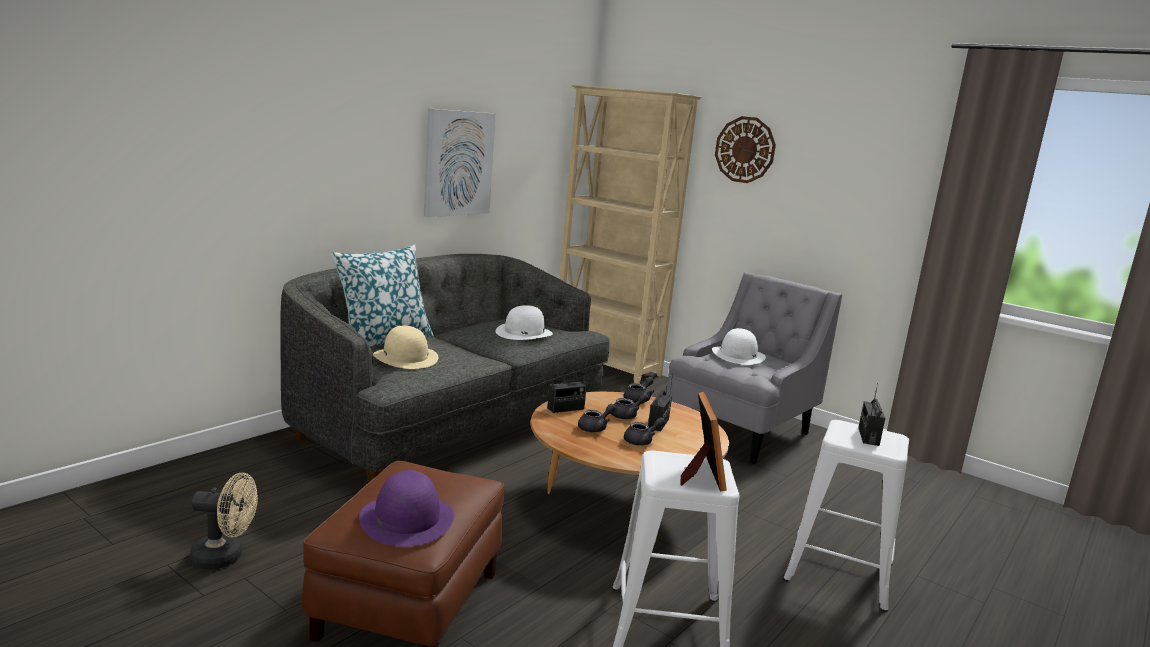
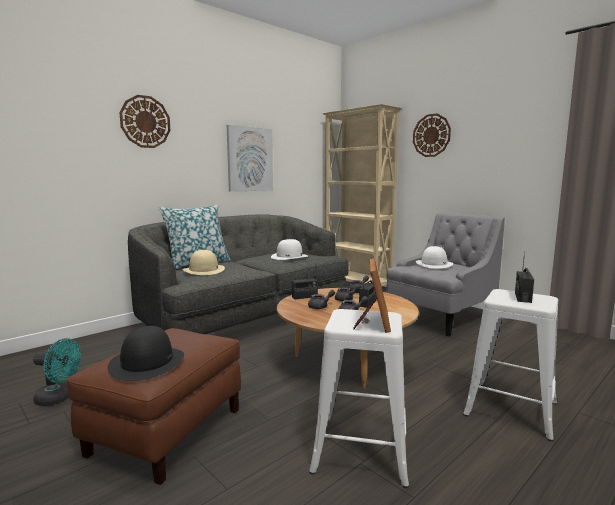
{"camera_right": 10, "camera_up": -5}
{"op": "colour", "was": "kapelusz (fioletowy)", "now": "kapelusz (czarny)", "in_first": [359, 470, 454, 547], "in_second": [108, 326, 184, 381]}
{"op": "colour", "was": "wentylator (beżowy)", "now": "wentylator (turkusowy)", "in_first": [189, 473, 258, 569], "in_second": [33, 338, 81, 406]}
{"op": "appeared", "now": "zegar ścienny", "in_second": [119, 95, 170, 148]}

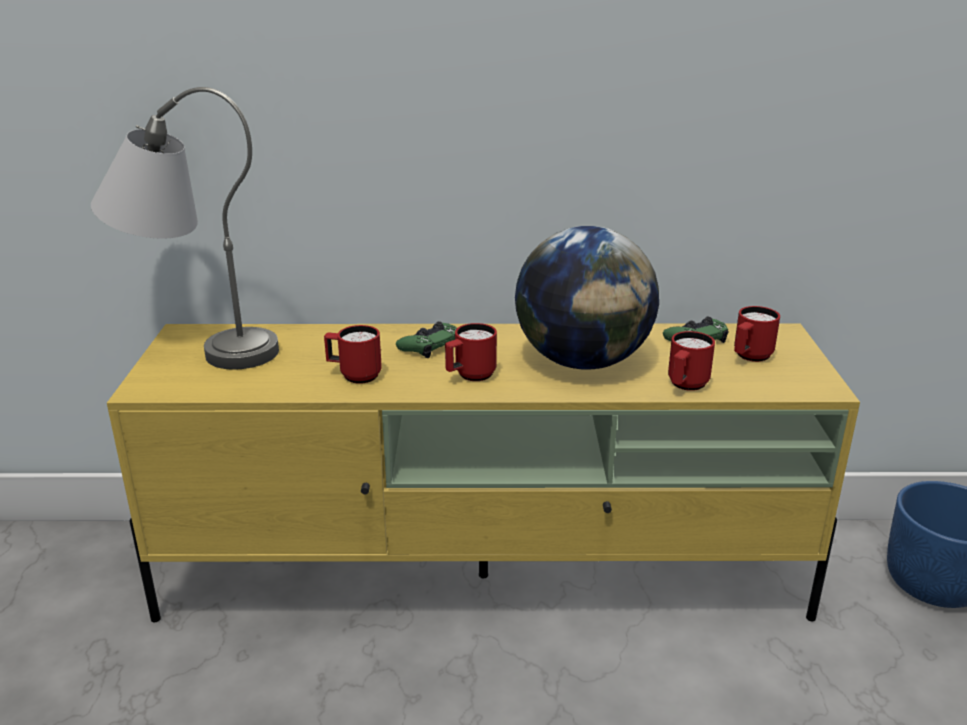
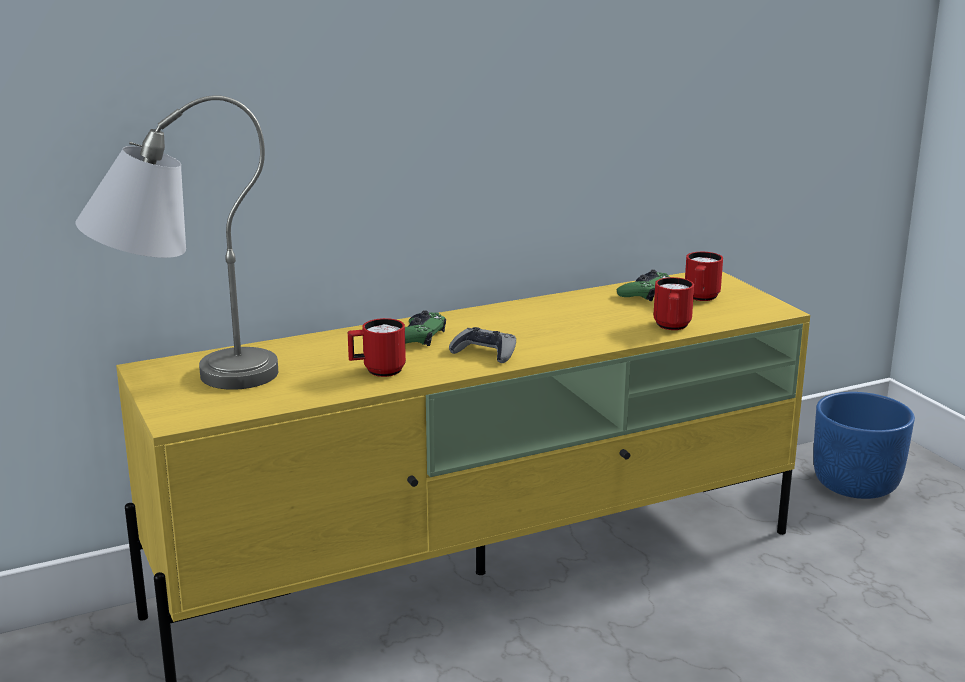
{"camera_right": -25, "camera_up": -5}
{"op": "missing", "was": "globus", "in_first": [515, 226, 659, 370]}
{"op": "exchanged", "was": "kubek (czerwony)", "now": "pad do gier (szary)", "in_first": [445, 323, 497, 381], "in_second": [449, 327, 516, 363]}

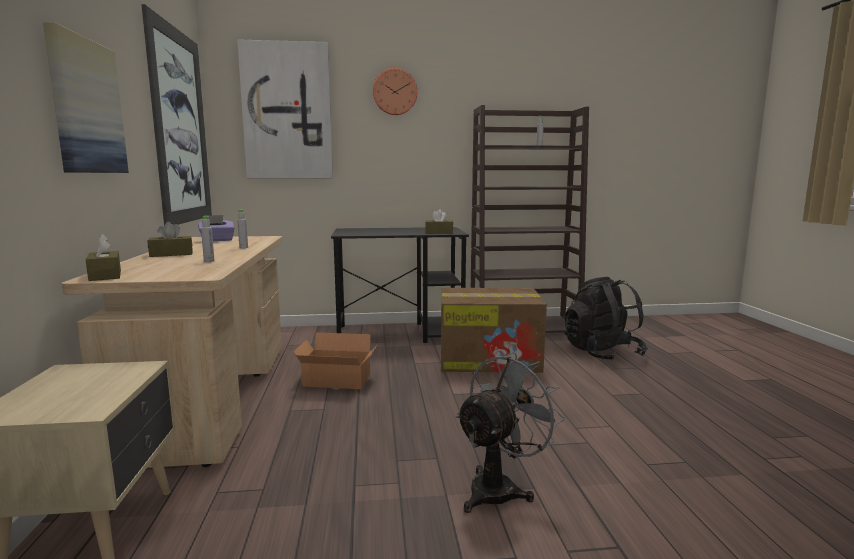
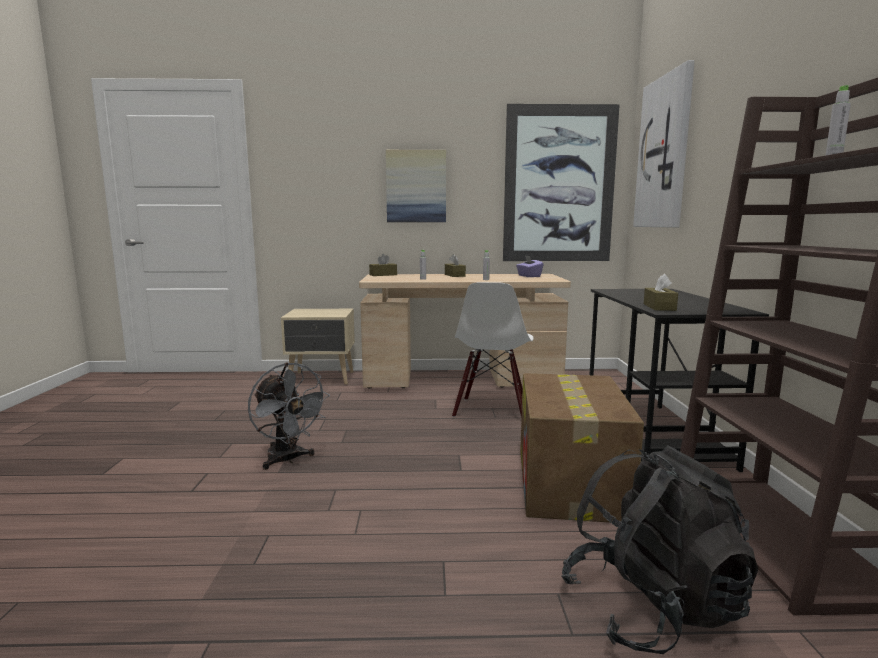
{"camera_right": 95, "camera_up": 0}
{"op": "missing", "was": "zegar ścienny", "in_first": [373, 68, 417, 115]}
{"op": "exchanged", "was": "karton", "now": "krzesło (biały)", "in_first": [293, 332, 379, 389], "in_second": [452, 282, 534, 418]}

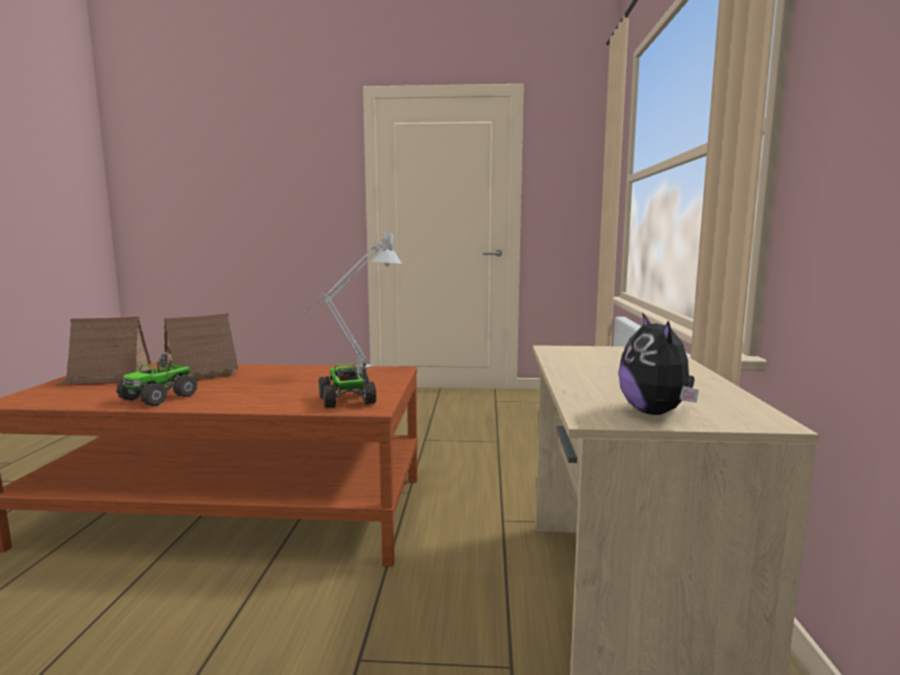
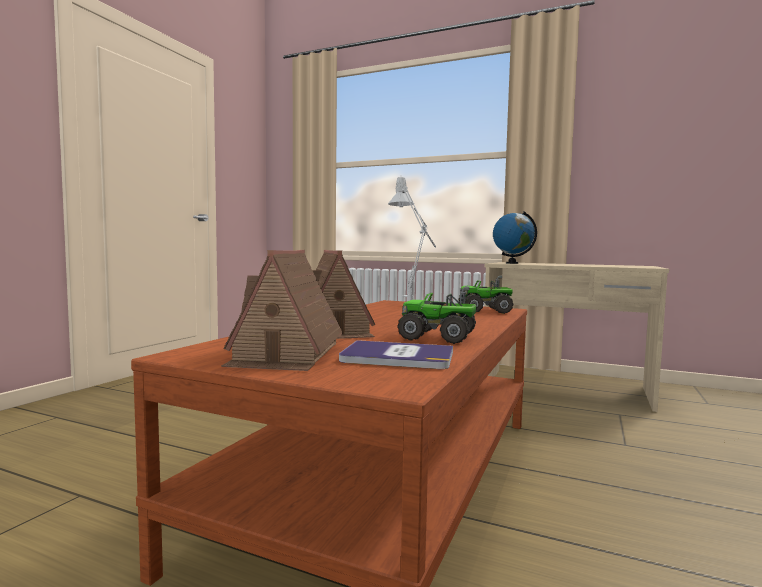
{"camera_right": -70, "camera_up": -5}
{"op": "missing", "was": "pluszak", "in_first": [618, 312, 699, 415]}
{"op": "spun", "was": "ciężarówka zabawkowa", "in_first": [116, 352, 197, 406], "in_second": [397, 286, 476, 344], "clockwise": 150}
{"op": "appeared", "now": "globus", "in_second": [493, 211, 537, 264]}
{"op": "appeared", "now": "książka", "in_second": [339, 340, 453, 369]}

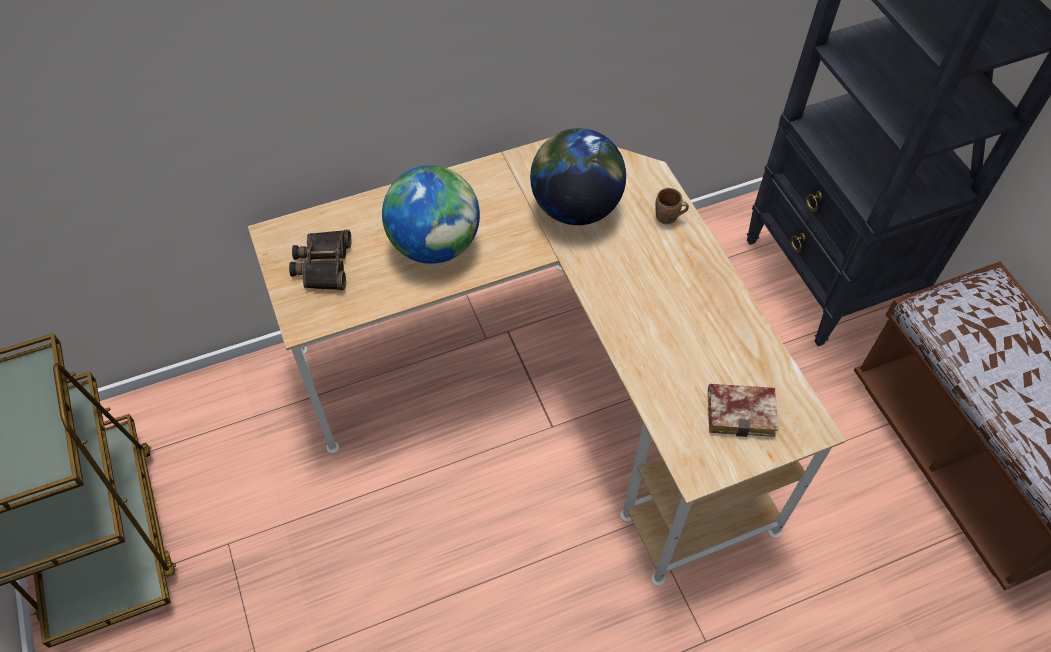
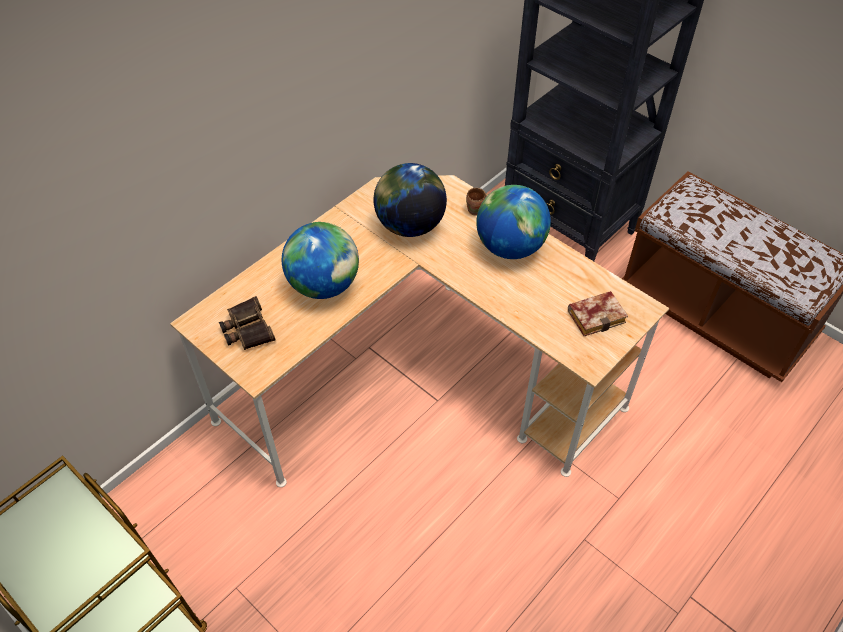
{"camera_right": -25, "camera_up": -5}
{"op": "appeared", "now": "globus", "in_second": [476, 185, 551, 259]}

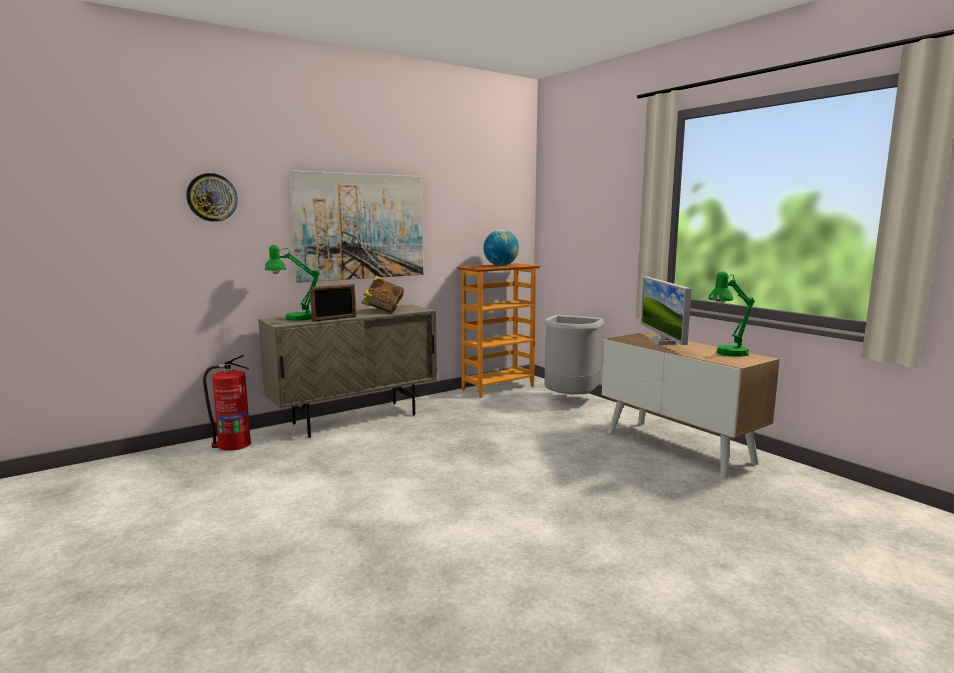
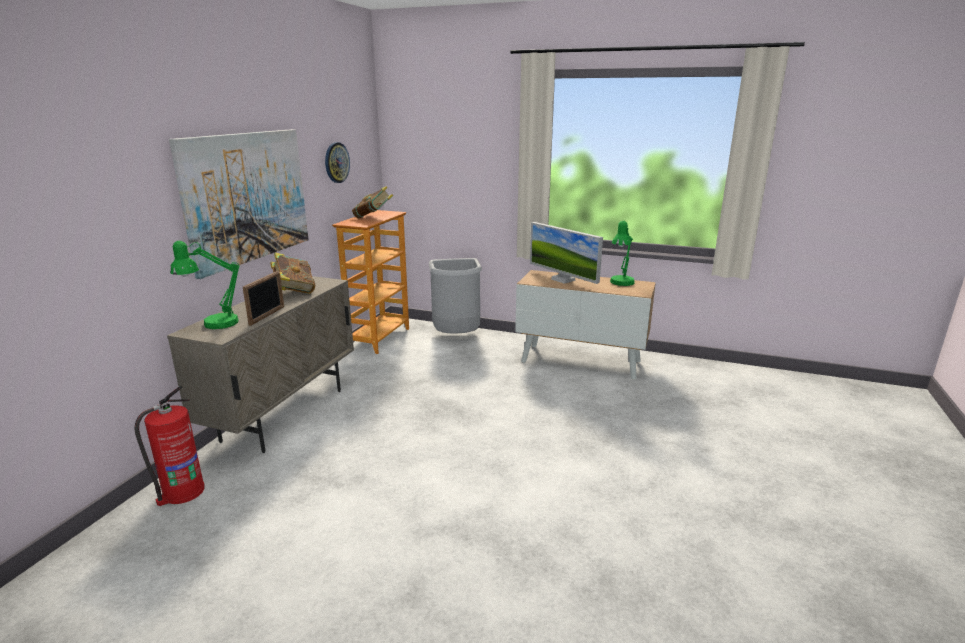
{"camera_right": -35, "camera_up": 10}
{"op": "relocated", "was": "zegar ścienny", "in_first": [186, 173, 238, 222], "in_second": [325, 142, 350, 183]}
{"op": "exchanged", "was": "globus", "now": "książka", "in_first": [483, 230, 519, 266], "in_second": [352, 186, 393, 218]}

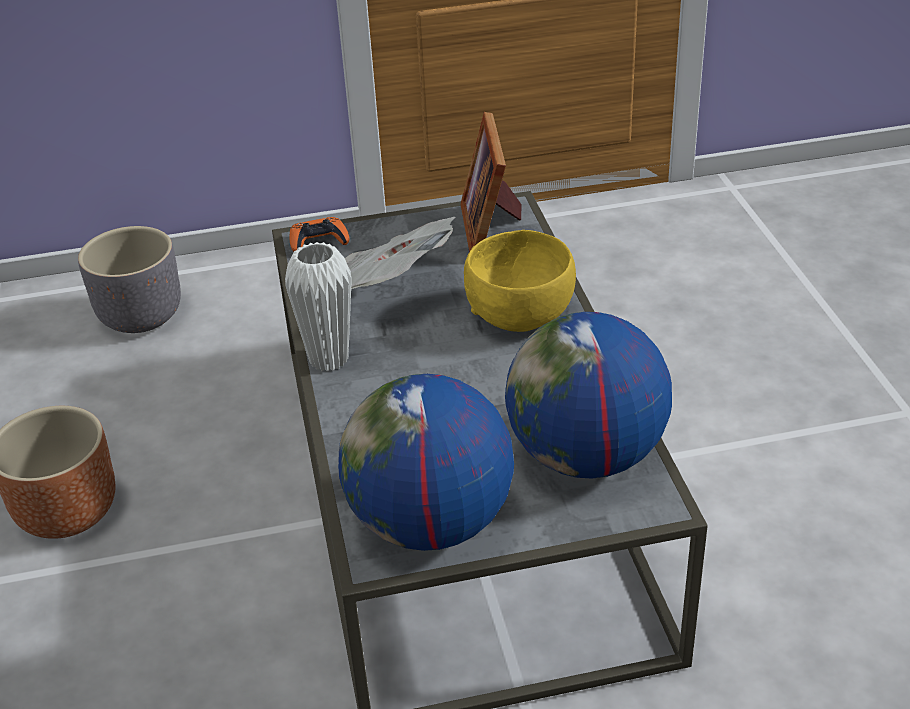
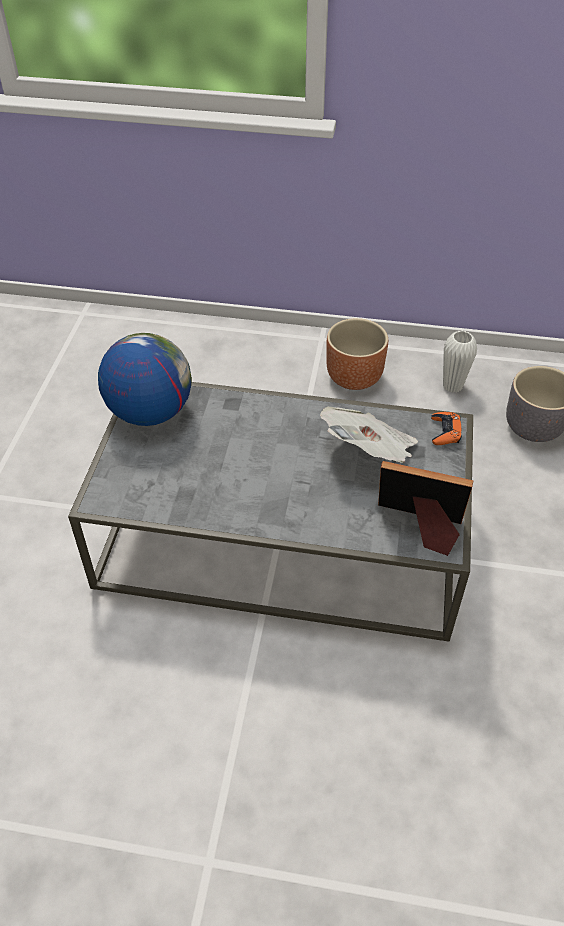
{"camera_right": 110, "camera_up": 10}
{"op": "missing", "was": "miska (żółty)", "in_first": [464, 230, 576, 332]}
{"op": "relocated", "was": "wazon (biały)", "in_first": [285, 242, 352, 371], "in_second": [443, 331, 477, 393]}
{"op": "missing", "was": "globus", "in_first": [505, 312, 672, 479]}

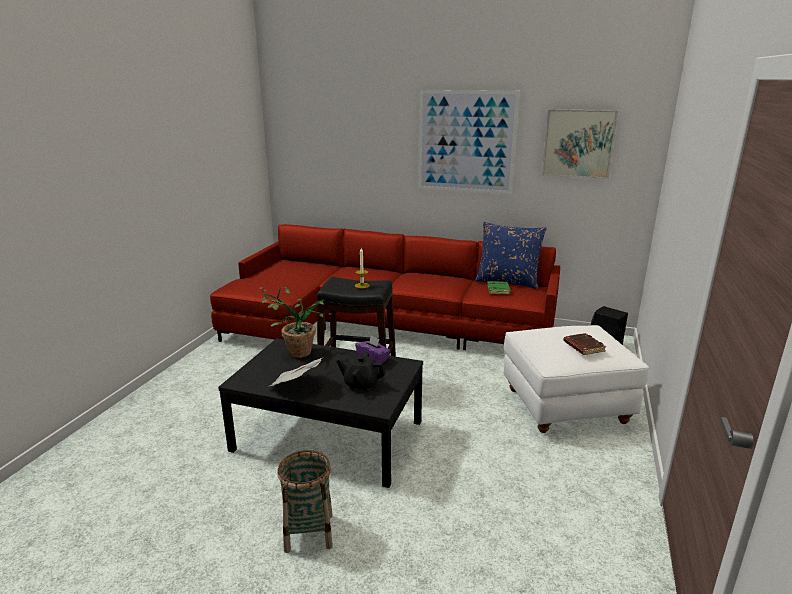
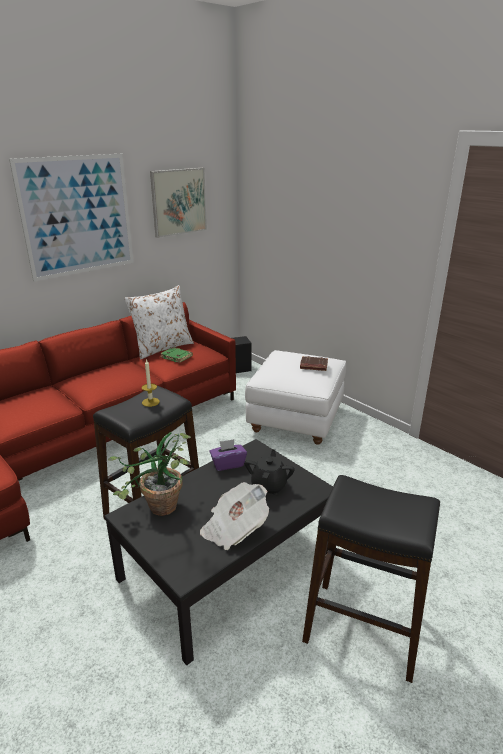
{"camera_right": -60, "camera_up": 5}
{"op": "colour", "was": "poduszka (niebieski)", "now": "poduszka (biały)", "in_first": [475, 222, 547, 289], "in_second": [124, 285, 194, 359]}
{"op": "spun", "was": "imbryk (czarny)", "in_first": [336, 352, 386, 391], "in_second": [245, 449, 295, 495], "clockwise": 150}
{"op": "exchanged", "was": "koszyk", "now": "stołek (czarny)", "in_first": [277, 450, 333, 553], "in_second": [302, 475, 440, 683]}

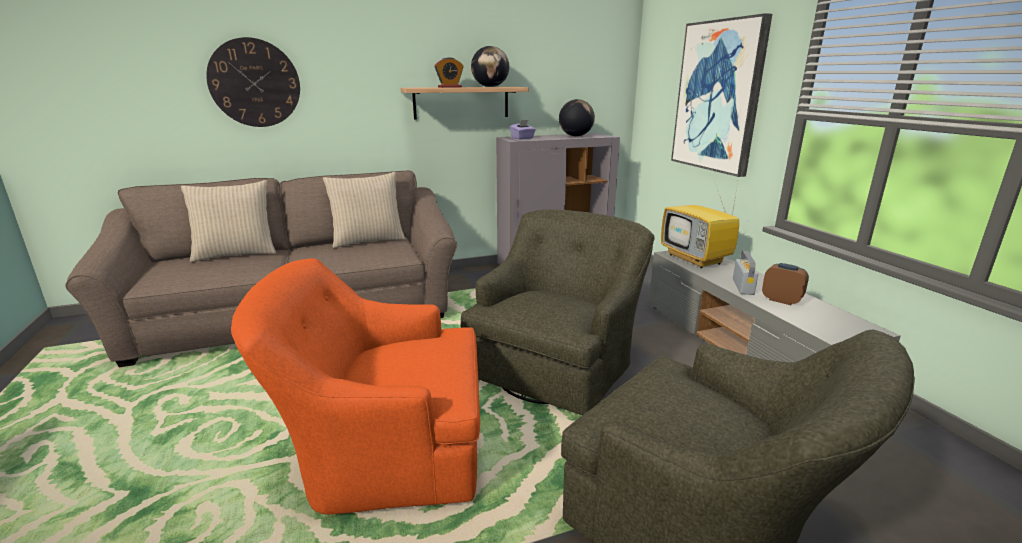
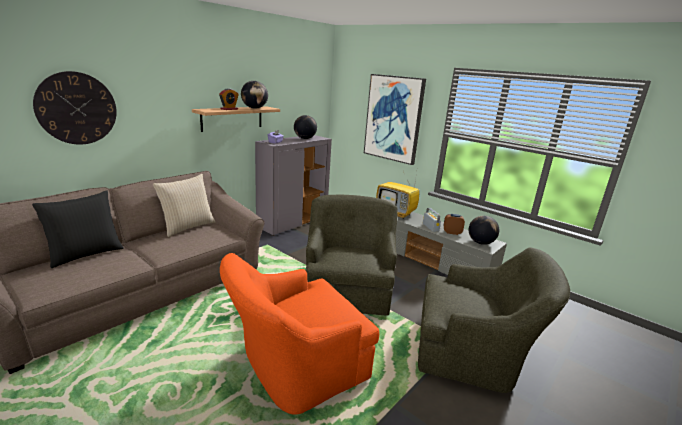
{"camera_right": -30, "camera_up": 0}
{"op": "colour", "was": "poduszka (beżowy)", "now": "poduszka (czarny)", "in_first": [181, 180, 276, 262], "in_second": [32, 190, 124, 268]}
{"op": "appeared", "now": "globus", "in_second": [469, 216, 499, 245]}

